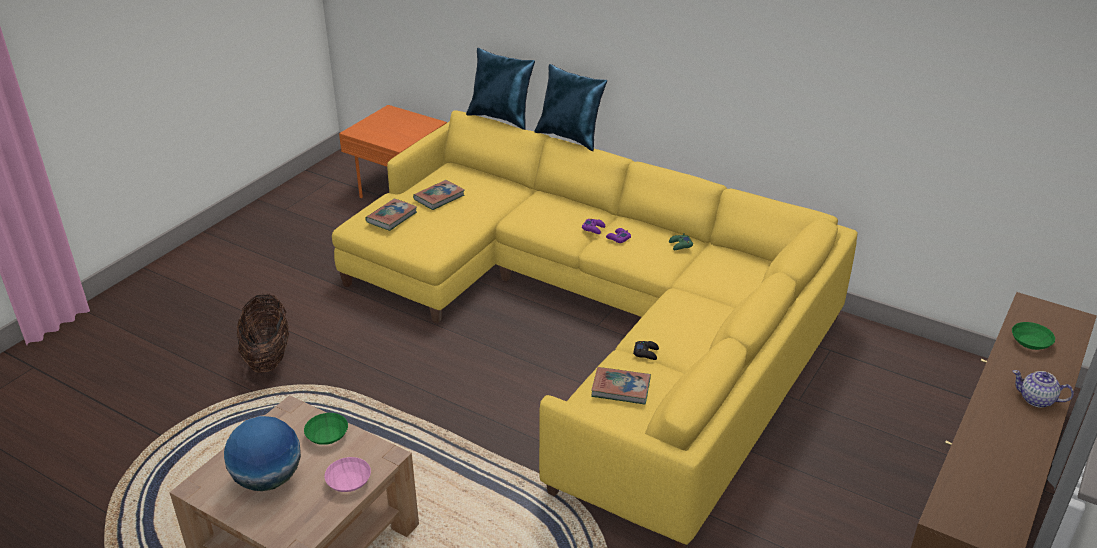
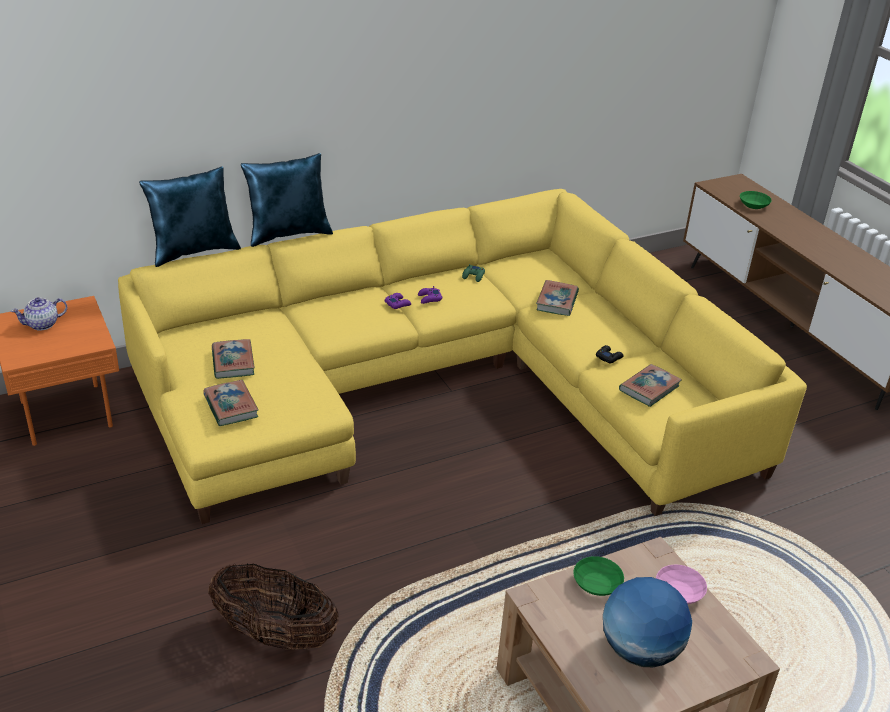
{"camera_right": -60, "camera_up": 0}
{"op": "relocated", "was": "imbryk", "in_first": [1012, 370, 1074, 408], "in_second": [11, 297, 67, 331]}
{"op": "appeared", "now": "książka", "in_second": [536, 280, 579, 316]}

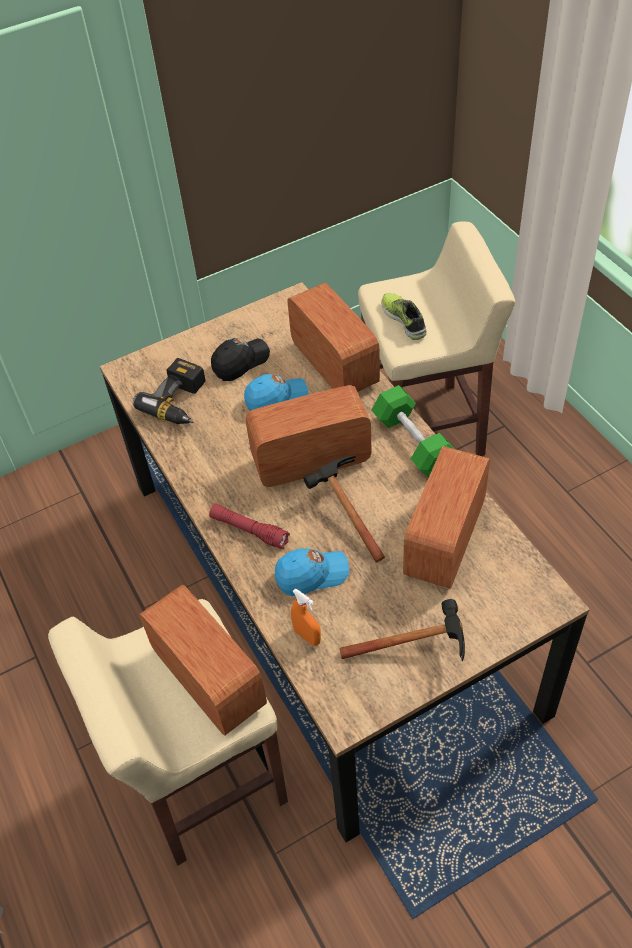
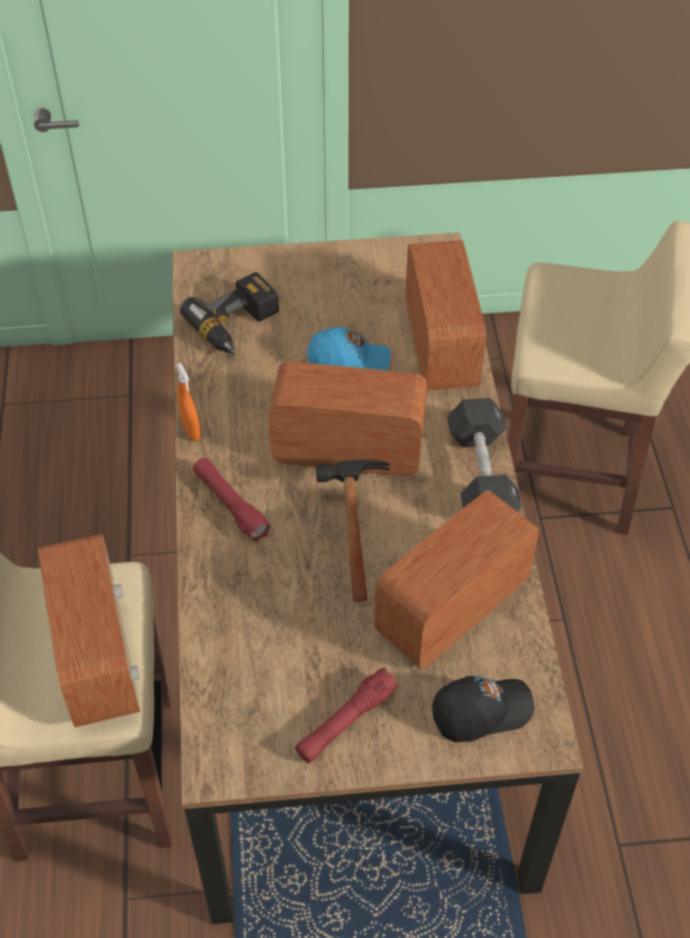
{"camera_right": 20, "camera_up": 0}
{"op": "missing", "was": "but", "in_first": [381, 293, 427, 340]}
{"op": "relocated", "was": "czapka z daszkiem (czarny)", "in_first": [211, 338, 270, 381], "in_second": [432, 676, 535, 742]}
{"op": "colour", "was": "hantel (zielony)", "now": "hantel (czarny)", "in_first": [372, 385, 454, 477], "in_second": [447, 398, 522, 512]}
{"op": "missing", "was": "czapka z daszkiem (niebieski)", "in_first": [275, 548, 349, 596]}
{"op": "relocated", "was": "spryskiwacz (pomarańczowy)", "in_first": [291, 588, 321, 646], "in_second": [176, 363, 201, 441]}
{"op": "exchanged", "was": "młotek", "now": "latarka (czerwony)", "in_first": [340, 599, 465, 662], "in_second": [295, 667, 399, 763]}

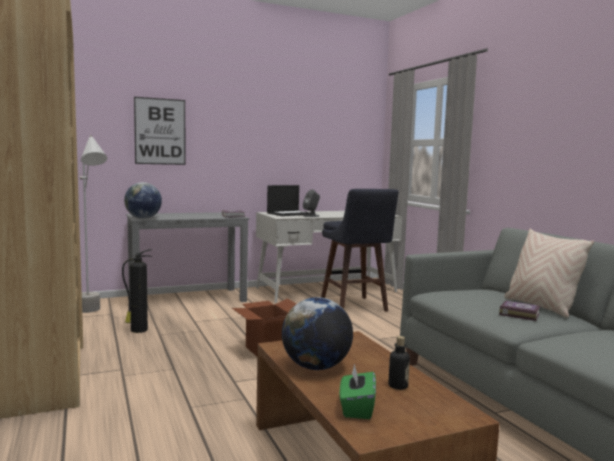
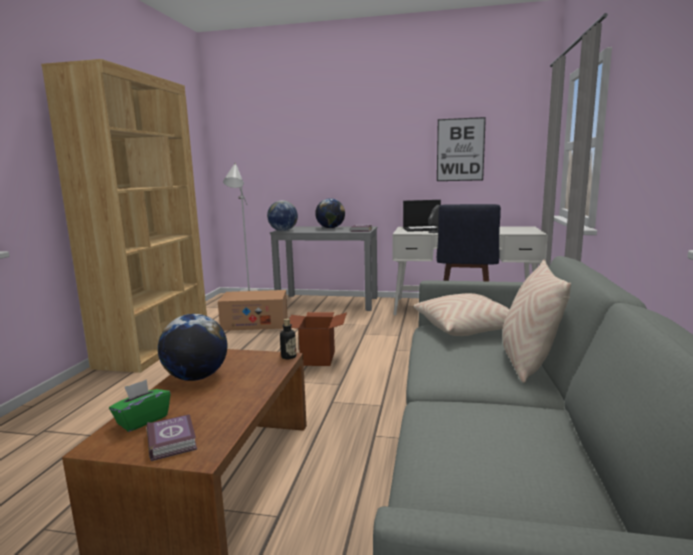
{"camera_right": 35, "camera_up": 5}
{"op": "relocated", "was": "obraz", "in_first": [134, 97, 186, 165], "in_second": [437, 117, 486, 181]}
{"op": "exchanged", "was": "gaśnica", "now": "karton", "in_first": [122, 249, 152, 333], "in_second": [218, 290, 288, 331]}
{"op": "relocated", "was": "książka", "in_first": [499, 301, 540, 321], "in_second": [146, 414, 197, 461]}
{"op": "relocated", "was": "butelka", "in_first": [388, 336, 410, 390], "in_second": [280, 318, 296, 359]}
{"op": "appeared", "now": "globus", "in_second": [315, 198, 345, 228]}
{"op": "appeared", "now": "poduszka (beżowy)", "in_second": [414, 293, 509, 336]}

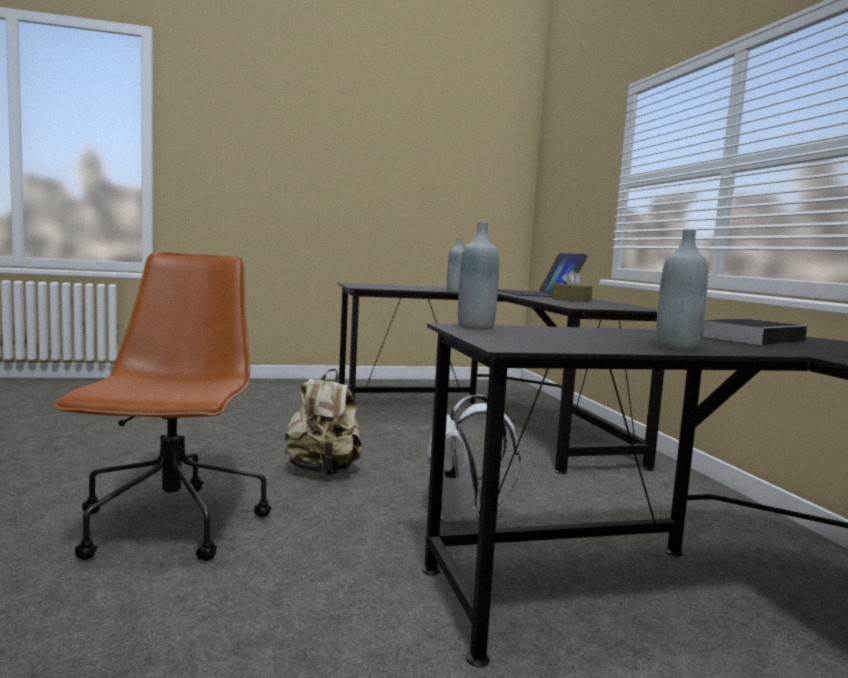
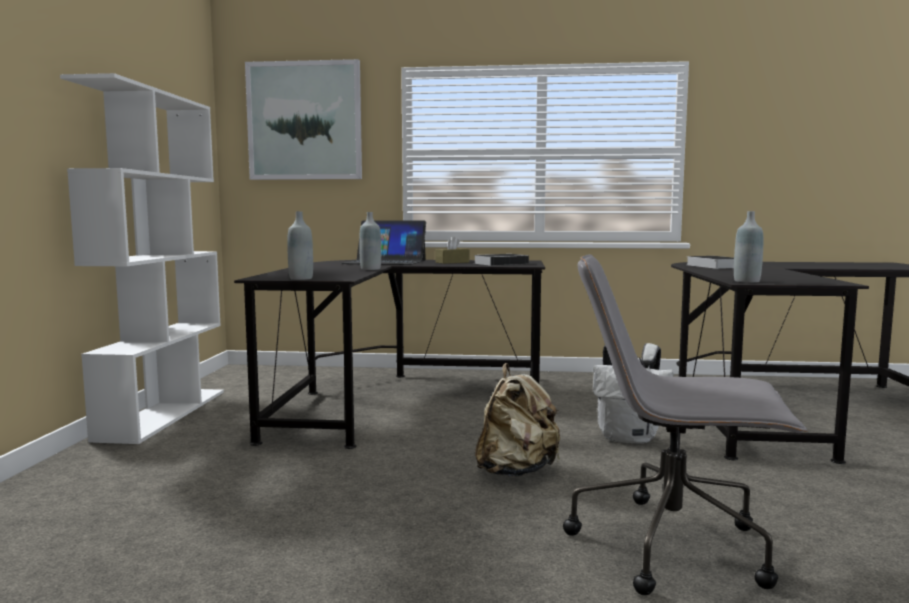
{"camera_right": -70, "camera_up": 0}
{"op": "relocated", "was": "butelka (szary)", "in_first": [656, 229, 708, 350], "in_second": [287, 211, 313, 280]}
{"op": "colour", "was": "krzesło biurowe (brązowy)", "now": "krzesło biurowe (szary)", "in_first": [53, 252, 271, 561], "in_second": [563, 255, 808, 595]}
{"op": "appeared", "now": "obraz", "in_second": [245, 59, 362, 180]}
{"op": "appeared", "now": "regał (biały)", "in_second": [60, 73, 224, 444]}
{"op": "appeared", "now": "książka", "in_second": [473, 254, 533, 266]}

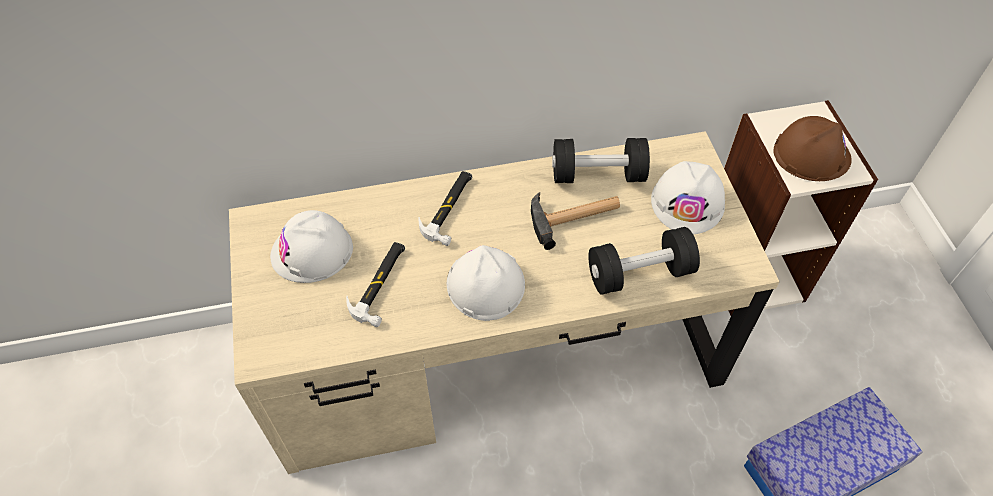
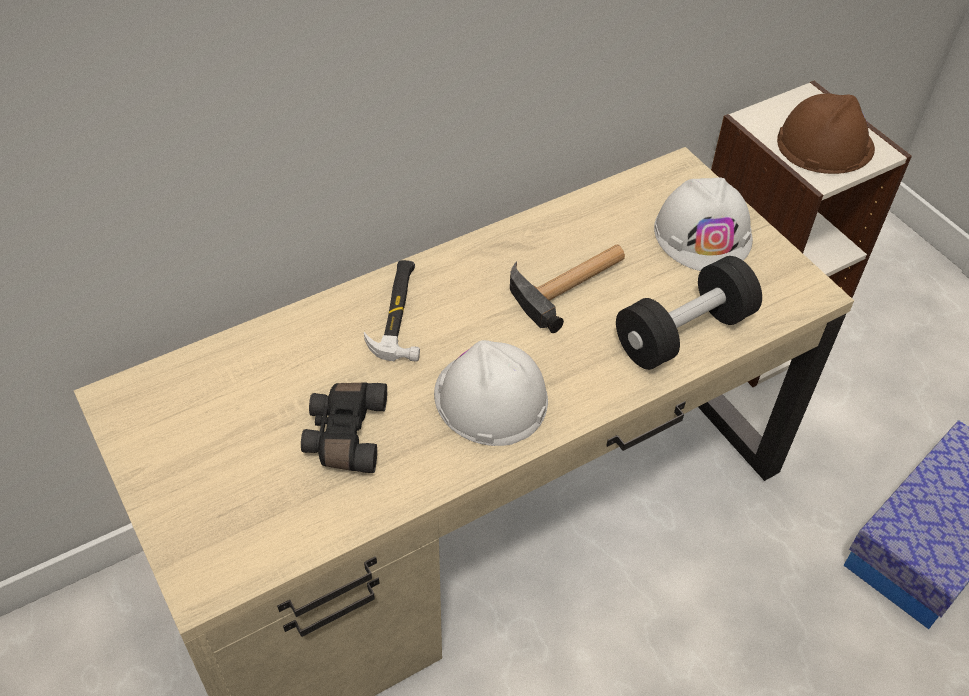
{"camera_right": -20, "camera_up": -5}
{"op": "missing", "was": "hantel (czarny)", "in_first": [552, 138, 650, 183]}
{"op": "missing", "was": "kask (biały)", "in_first": [270, 210, 353, 283]}
{"op": "exchanged", "was": "młotek", "now": "lornetka (czarny)", "in_first": [346, 242, 405, 327], "in_second": [301, 383, 387, 473]}

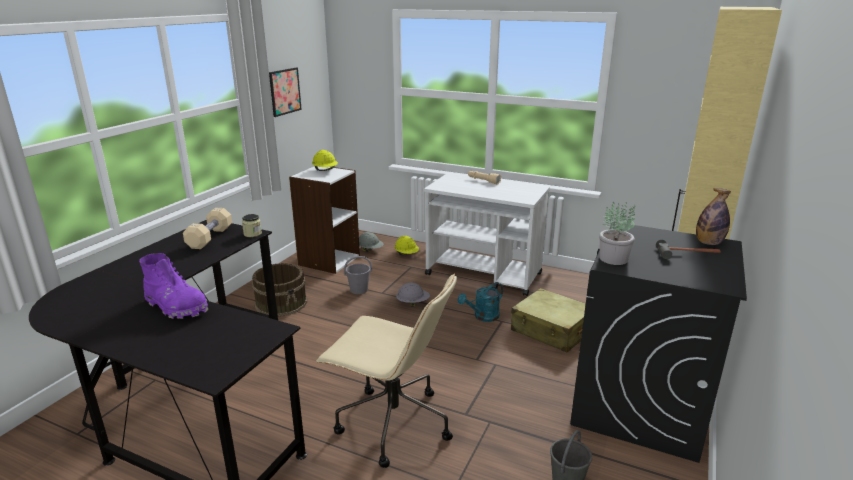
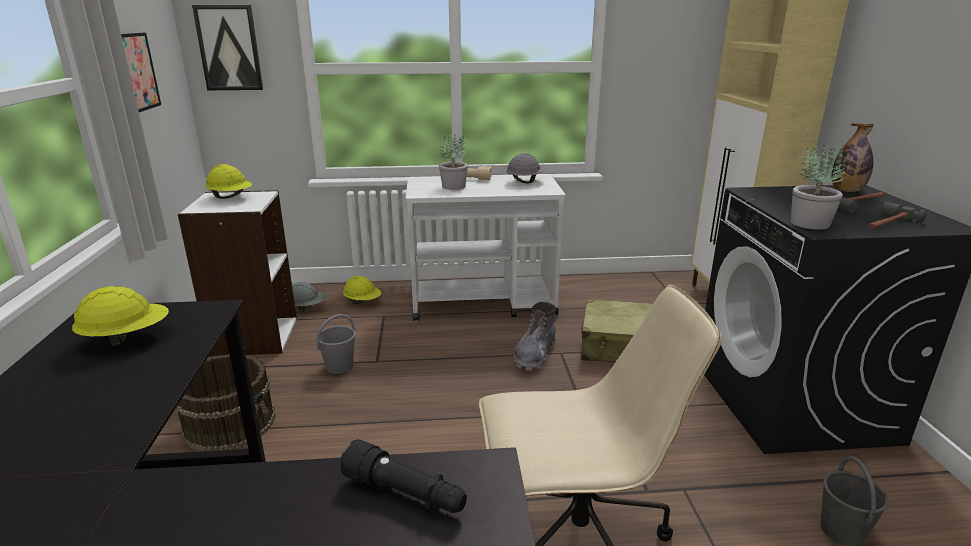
{"camera_right": -30, "camera_up": 0}
{"op": "exchanged", "was": "hantel (beżowy)", "now": "kask (żółty)", "in_first": [183, 208, 232, 249], "in_second": [72, 286, 169, 346]}
{"op": "missing", "was": "słoik", "in_first": [242, 214, 262, 237]}
{"op": "missing", "was": "but z cholewką (fioletowy)", "in_first": [139, 253, 208, 319]}
{"op": "exchanged", "was": "konewka (turkusowy)", "now": "but z cholewką (szary)", "in_first": [457, 282, 503, 322], "in_second": [514, 302, 556, 371]}
{"op": "relocated", "was": "kask (szary)", "in_first": [396, 283, 430, 307], "in_second": [506, 153, 546, 183]}
{"op": "appeared", "now": "obraz", "in_second": [192, 5, 263, 90]}
{"op": "appeared", "now": "roślina doniczkowa", "in_second": [439, 134, 468, 190]}
{"op": "appeared", "now": "młotek", "in_second": [868, 202, 927, 228]}
{"op": "appeared", "now": "latarka (czarny)", "in_second": [340, 439, 467, 513]}

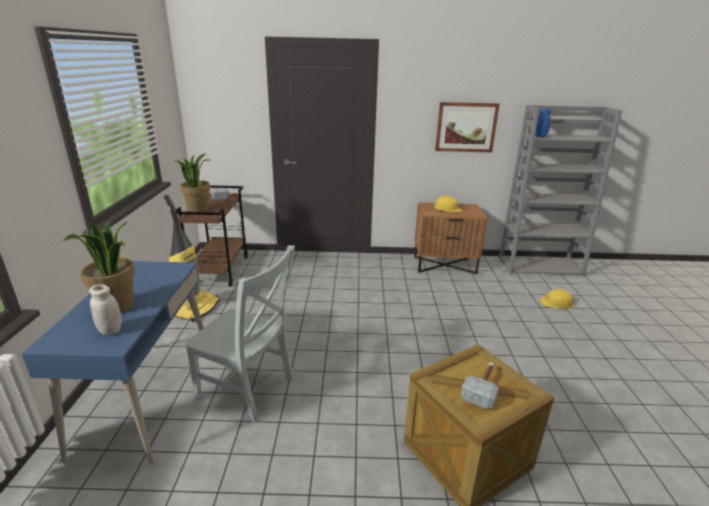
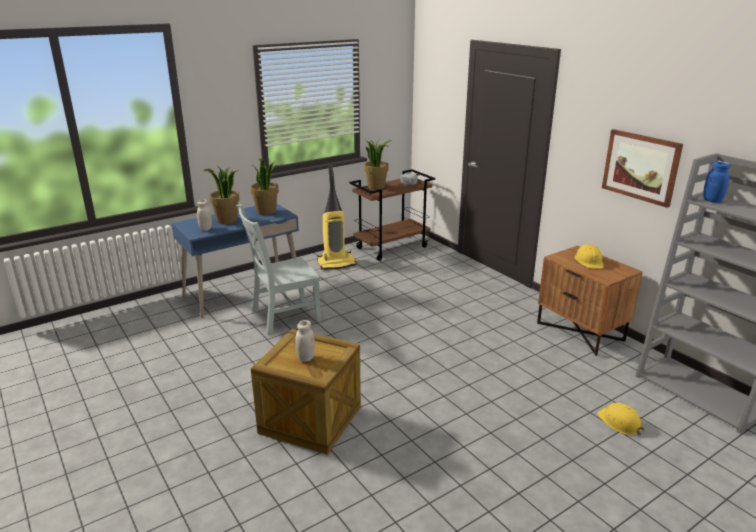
{"camera_right": 55, "camera_up": 0}
{"op": "spun", "was": "krzesło (szary)", "in_first": [184, 245, 295, 423], "in_second": [236, 205, 321, 335], "clockwise": 75}
{"op": "exchanged", "was": "młotek", "now": "słoik (biały)", "in_first": [461, 362, 499, 409], "in_second": [295, 320, 315, 362]}
{"op": "appeared", "now": "roślina doniczkowa", "in_second": [250, 158, 279, 215]}

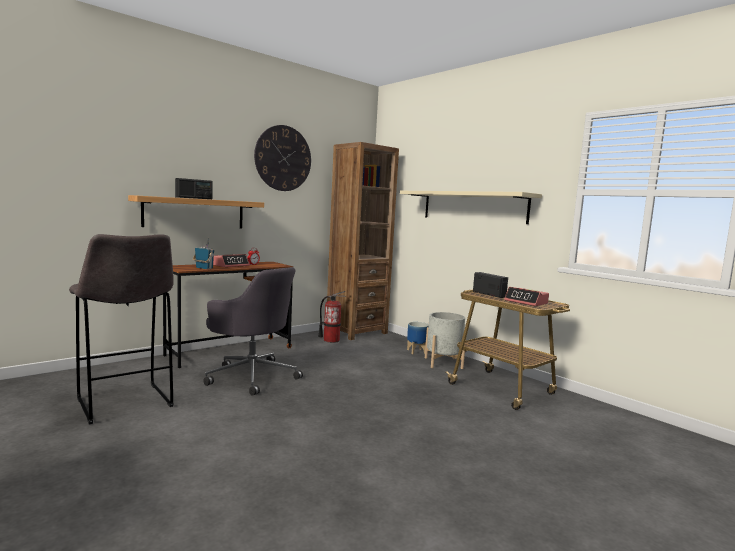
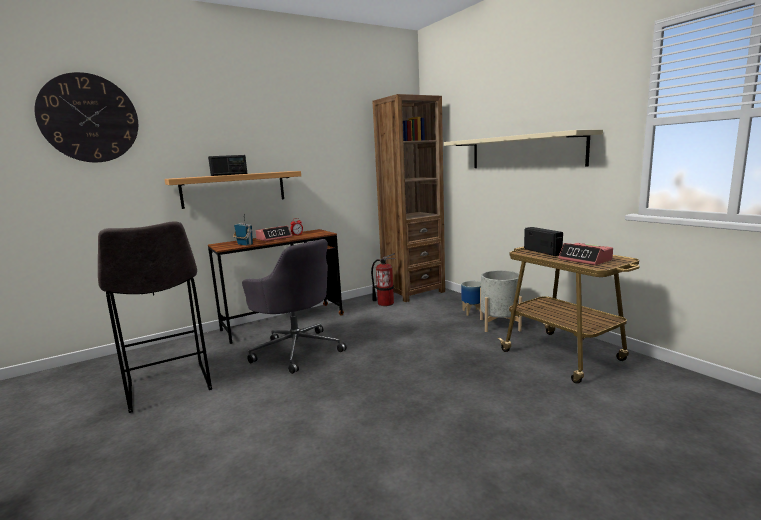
{"camera_right": 10, "camera_up": 5}
{"op": "relocated", "was": "zegar ścienny", "in_first": [254, 125, 311, 191], "in_second": [35, 72, 138, 162]}

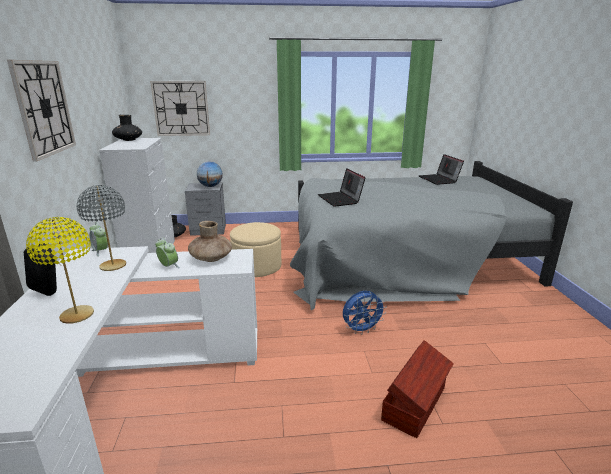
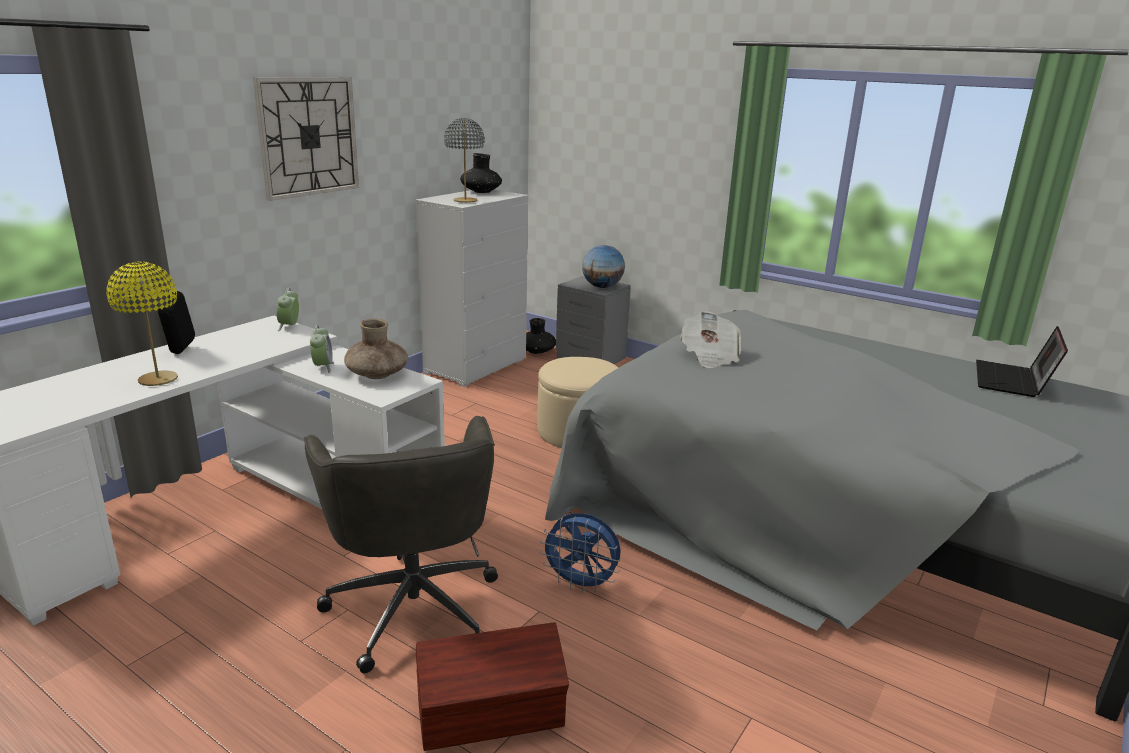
{"camera_right": 40, "camera_up": 0}
{"op": "missing", "was": "zegar ścienny", "in_first": [150, 81, 210, 136]}
{"op": "exchanged", "was": "laptop", "now": "gazeta", "in_first": [318, 168, 366, 207], "in_second": [680, 311, 741, 368]}
{"op": "relocated", "was": "lampa stołowa (szary)", "in_first": [77, 185, 126, 271], "in_second": [444, 118, 485, 203]}
{"op": "appeared", "now": "krzesło biurowe (szary)", "in_second": [304, 416, 498, 673]}

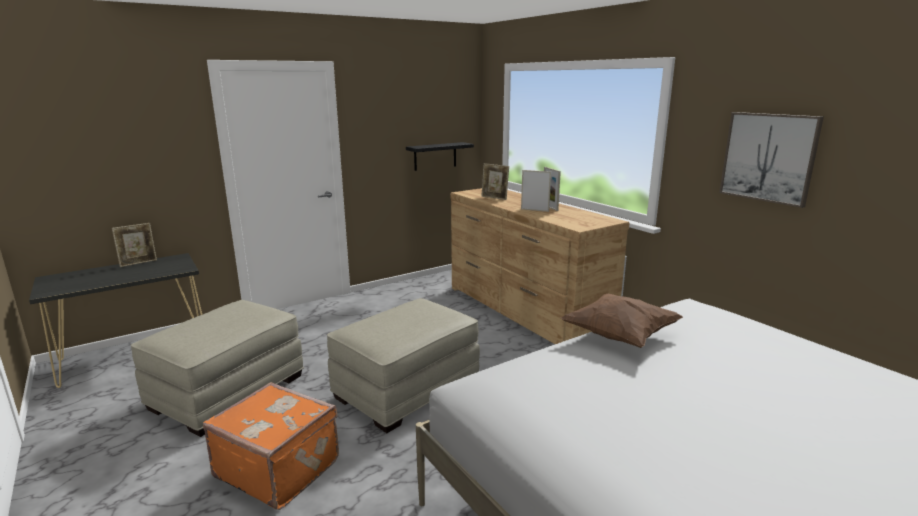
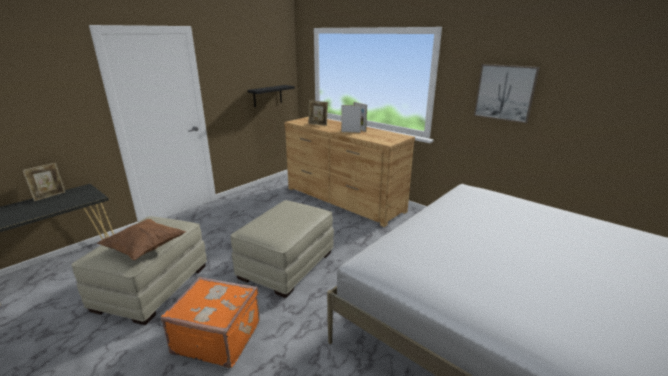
{"camera_right": -15, "camera_up": 5}
{"op": "relocated", "was": "poduszka (brązowy)", "in_first": [561, 294, 683, 348], "in_second": [97, 219, 186, 261]}

